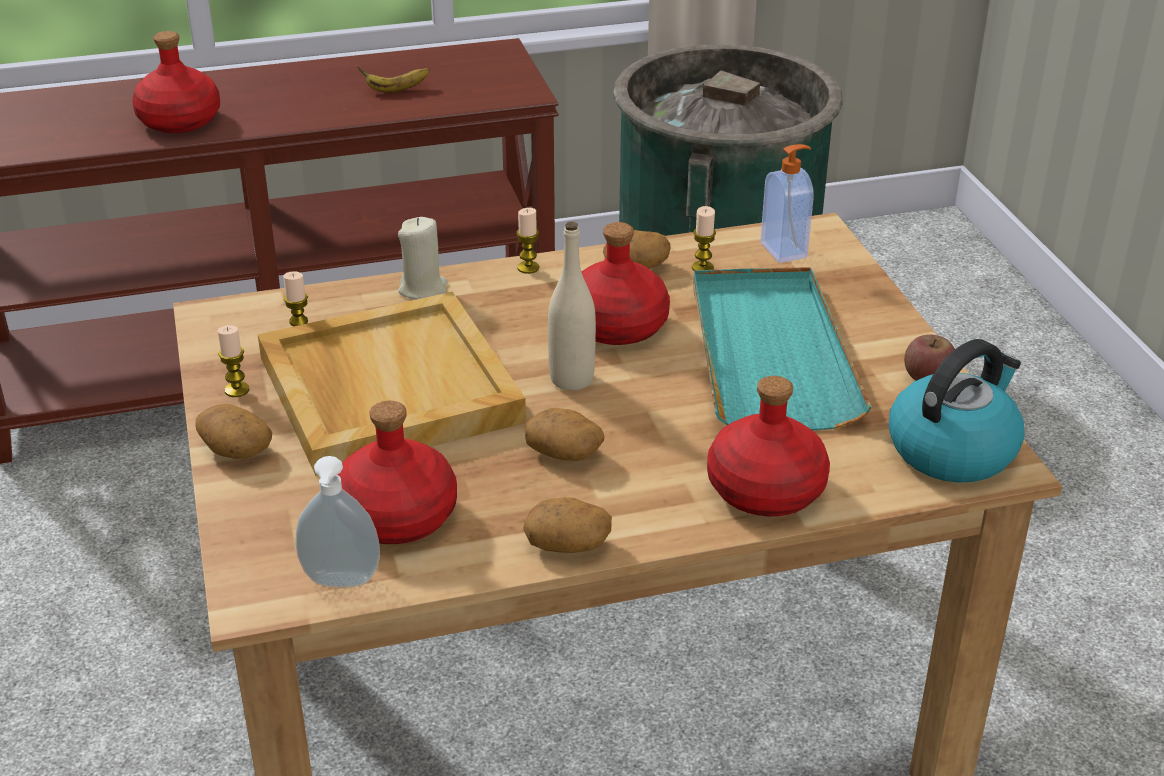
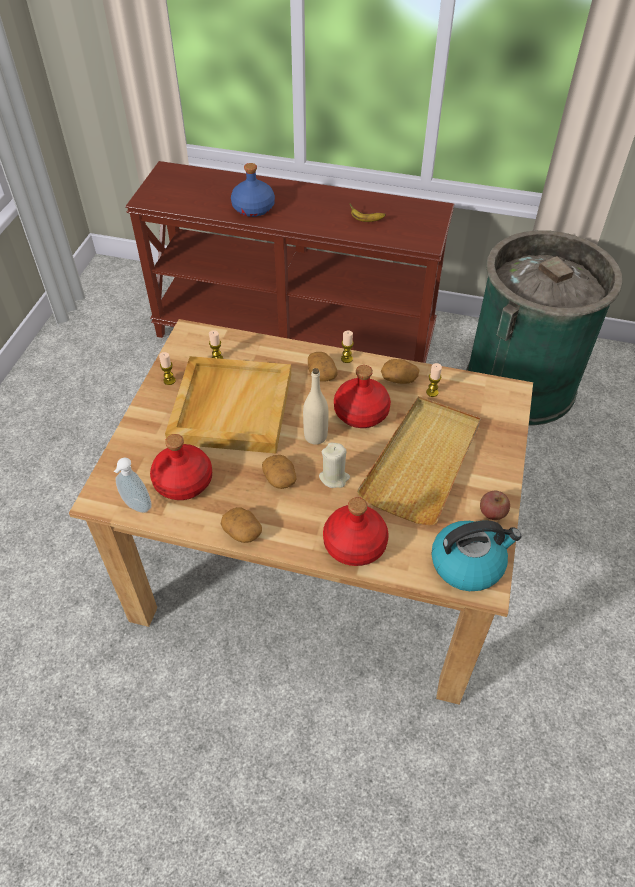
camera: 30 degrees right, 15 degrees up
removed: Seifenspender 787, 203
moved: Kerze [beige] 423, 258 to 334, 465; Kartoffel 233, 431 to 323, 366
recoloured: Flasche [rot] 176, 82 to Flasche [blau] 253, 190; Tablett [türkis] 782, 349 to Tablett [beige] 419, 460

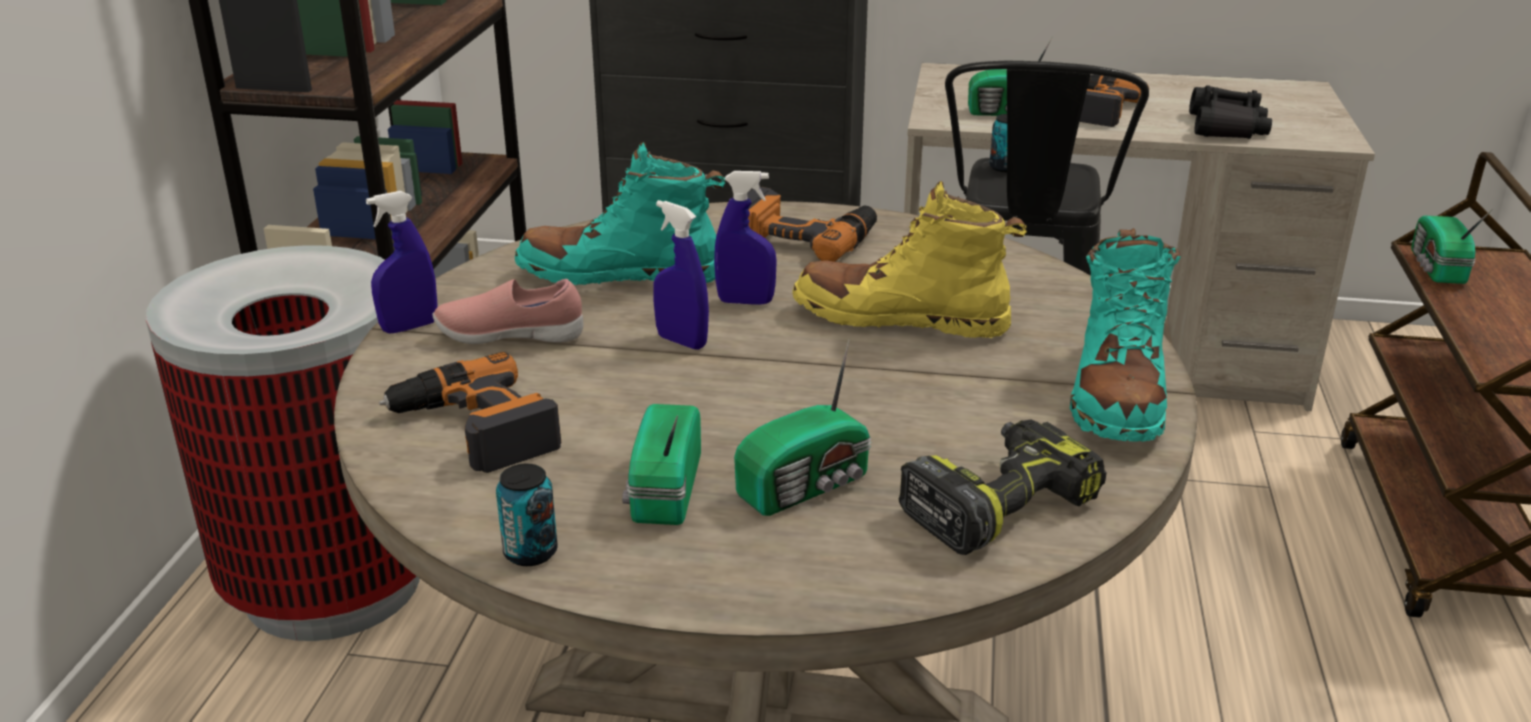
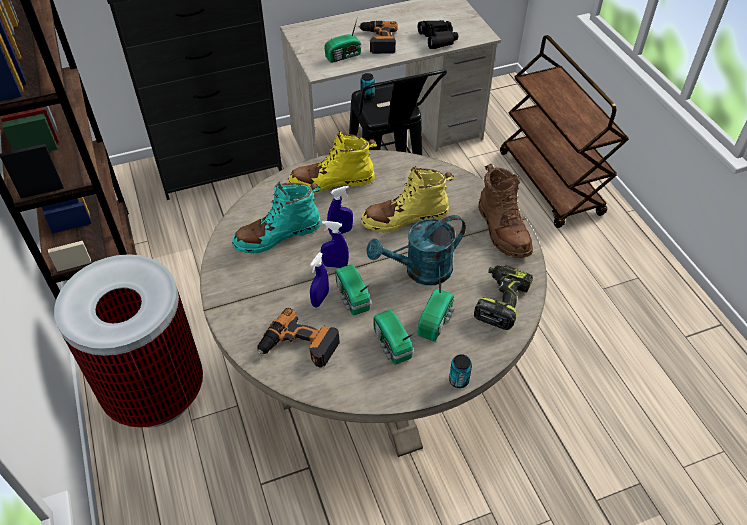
camera: 30 degrees left, 20 degrees up
removed: Schuh [rosa] 507, 311
added: Gießkanne [türkis] 416, 250
moved: Sprühflasche [blau] 402, 262 to 319, 279; Radio 1452, 246 to 353, 289; Dose 527, 515 to 460, 371
replaced: Bohrmaschine 812, 224 to Stiefel [gelb] 332, 162
recoloured: Stiefel [türkis] 1125, 334 to Stiefel [braun] 505, 210

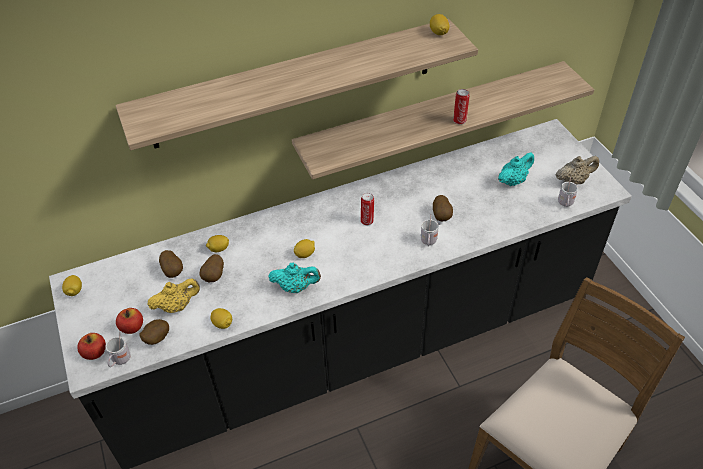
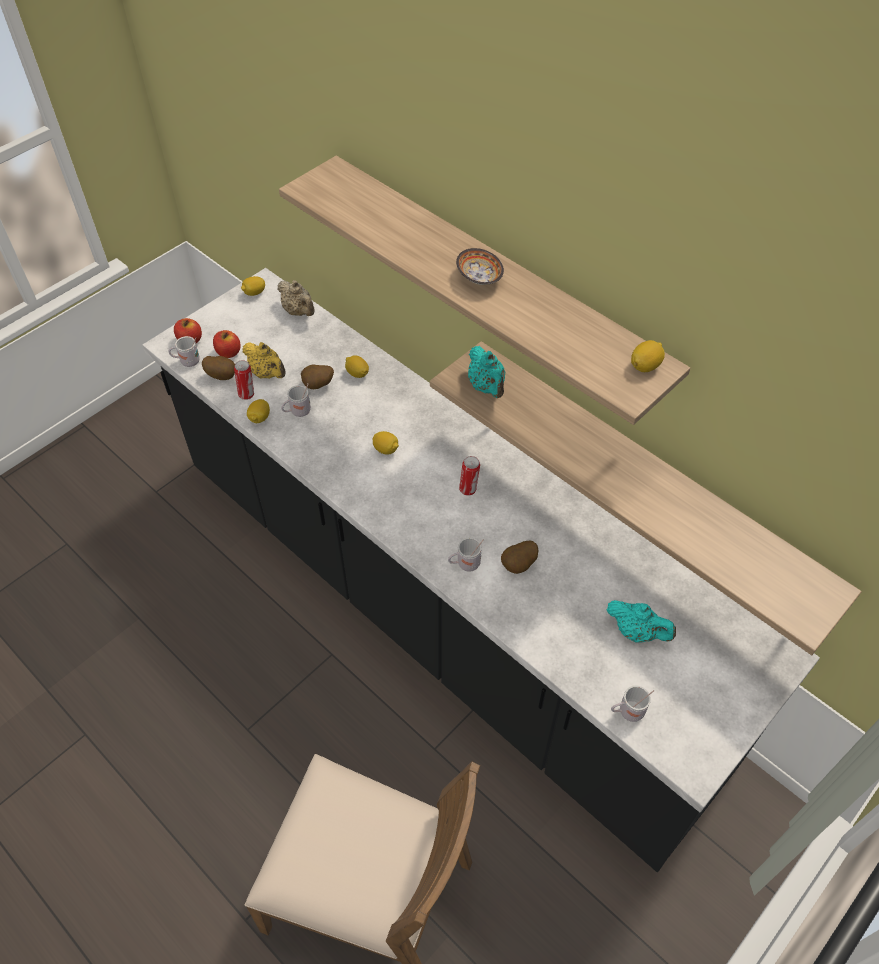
camera: 65 degrees right, 5 degrees up
removed: Kartoffel 171, 264
added: Schüssel 480, 266; Henkelbecher [weiß] 296, 400
moved: Dose 461, 107 to 244, 380; Teekanne [beige] 577, 170 to 296, 298; Teekanne [türkis] 294, 277 to 486, 372

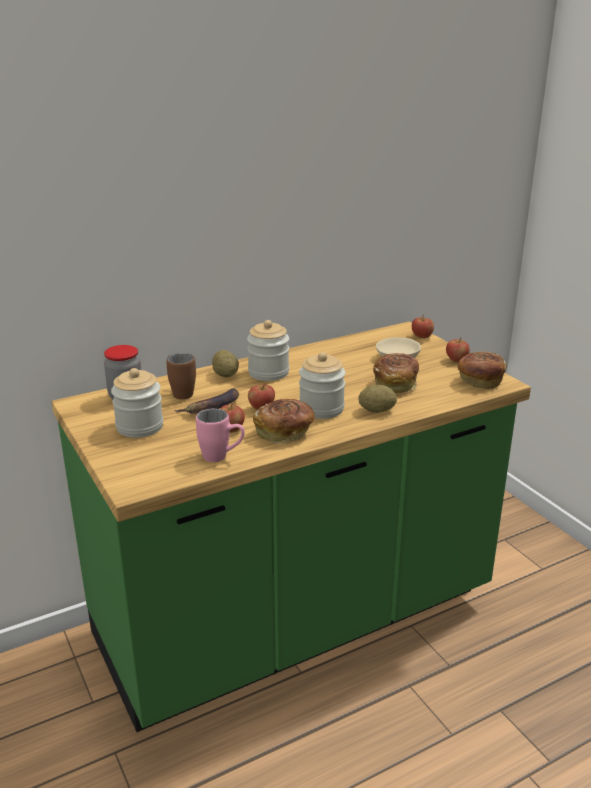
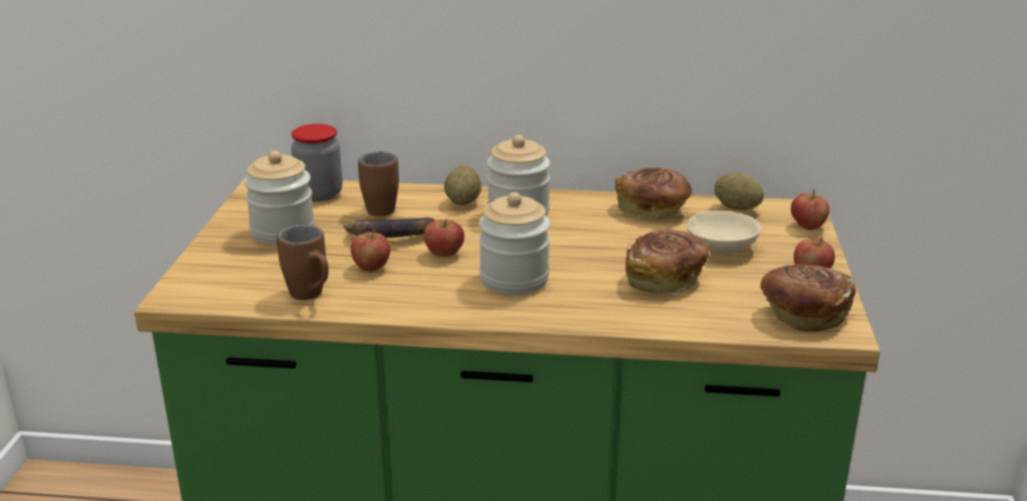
camera: 35 degrees right, 0 degrees up
moved: Kartoffel 377, 399 to 739, 191; Brot 284, 421 to 653, 193
recoloured: Henkelbecher [rosa] 220, 435 to Henkelbecher [braun] 303, 262

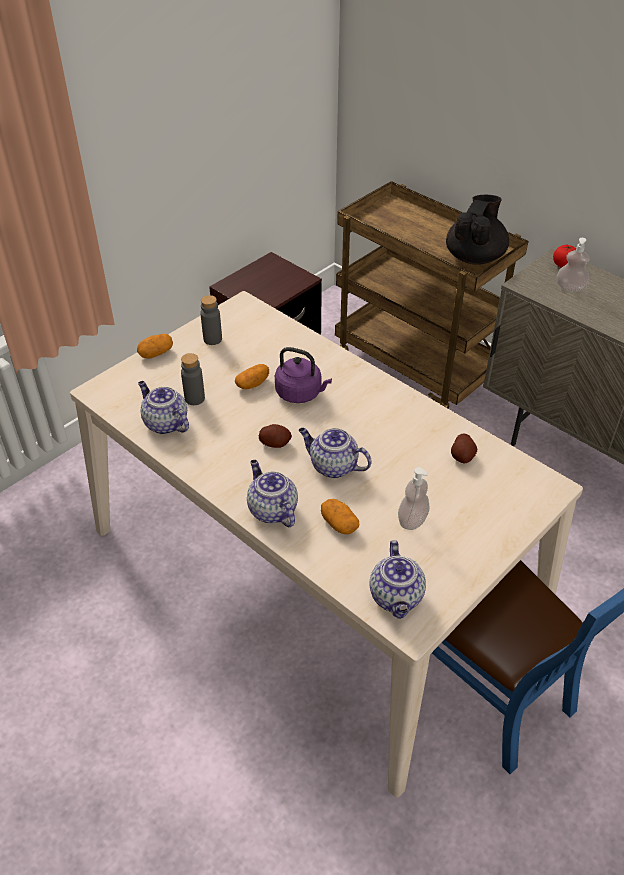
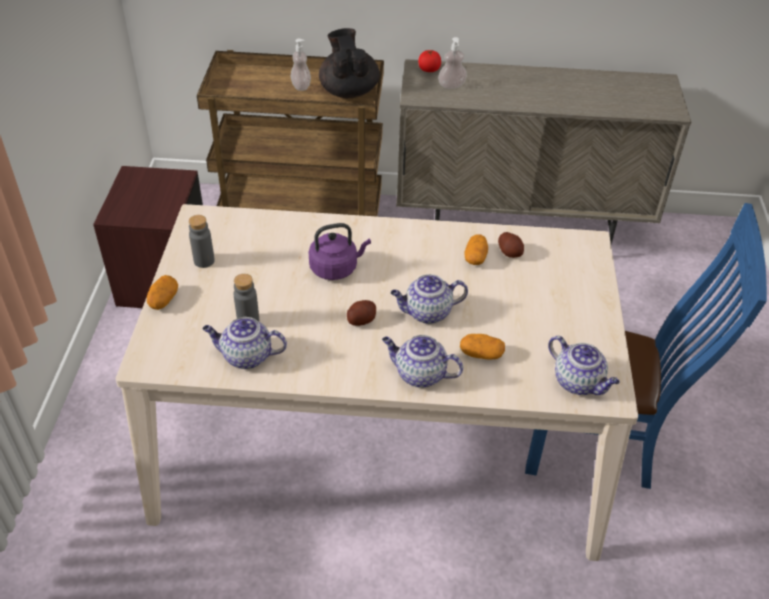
camera: 40 degrees left, 0 degrees up
moved: Kartoffel 251, 376 to 476, 249; Seifenspender 414, 498 to 301, 65

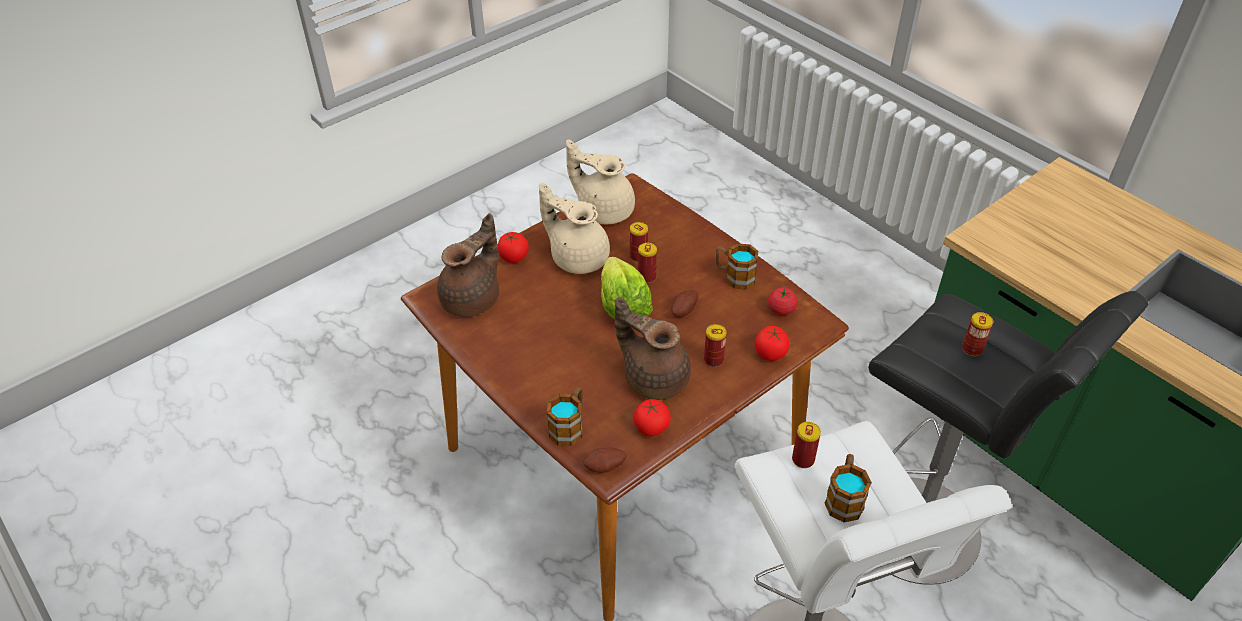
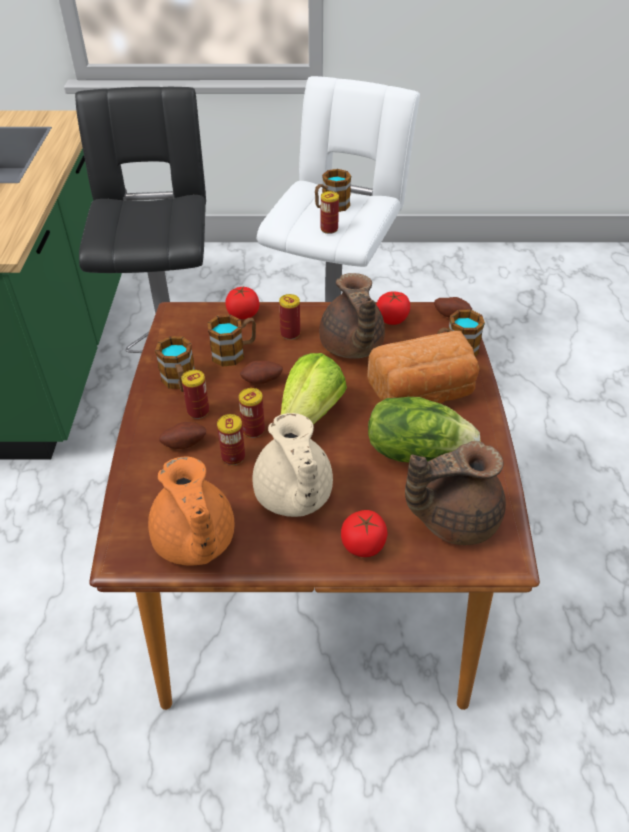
camera: 140 degrees left, 0 degrees up
removed: Tomate 783, 301
added: Henkelbecher 232, 341; Brot 423, 367; Salatkopf 424, 430; Kartoffel 182, 435
moved: Dose 977, 334 to 195, 394
recoloured: Teekanne [beige] 600, 181 to Teekanne [orange] 191, 511

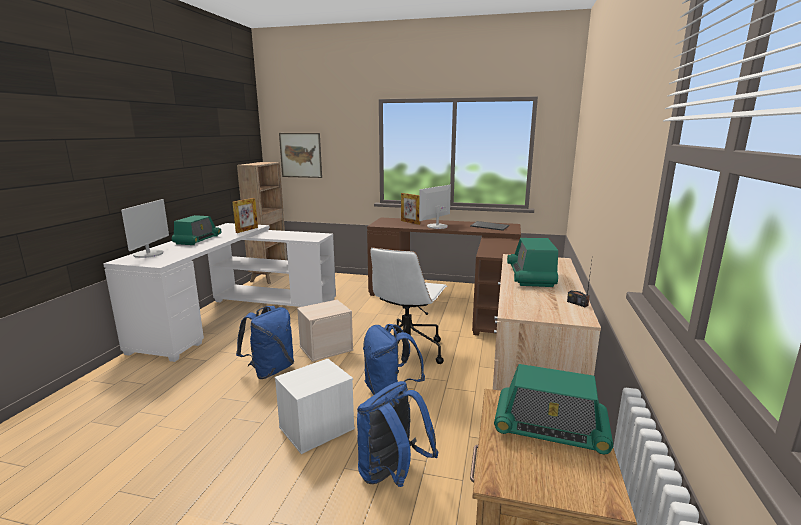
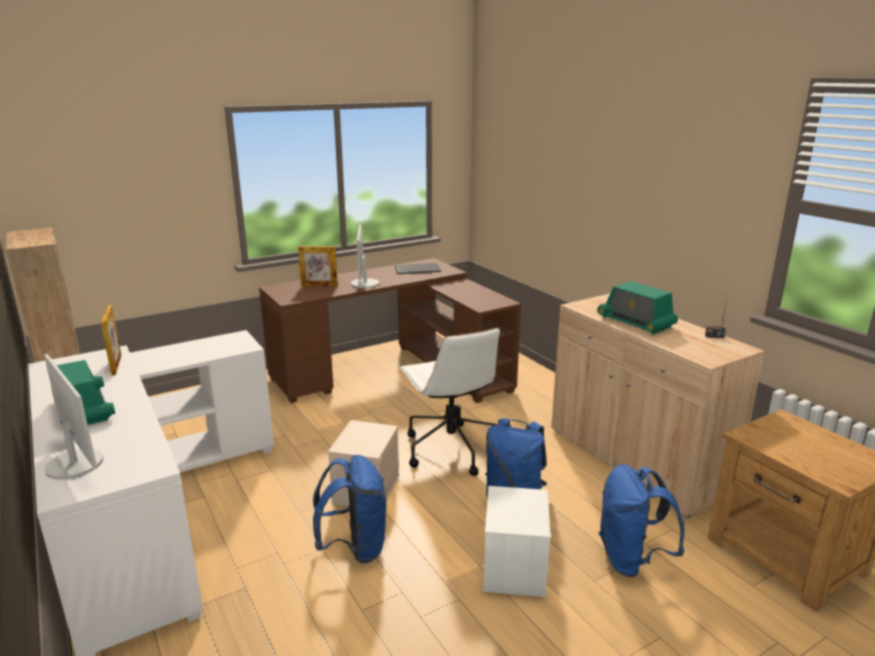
camera: 45 degrees left, 5 degrees up
removed: Bild 300, 155; Radio 553, 409

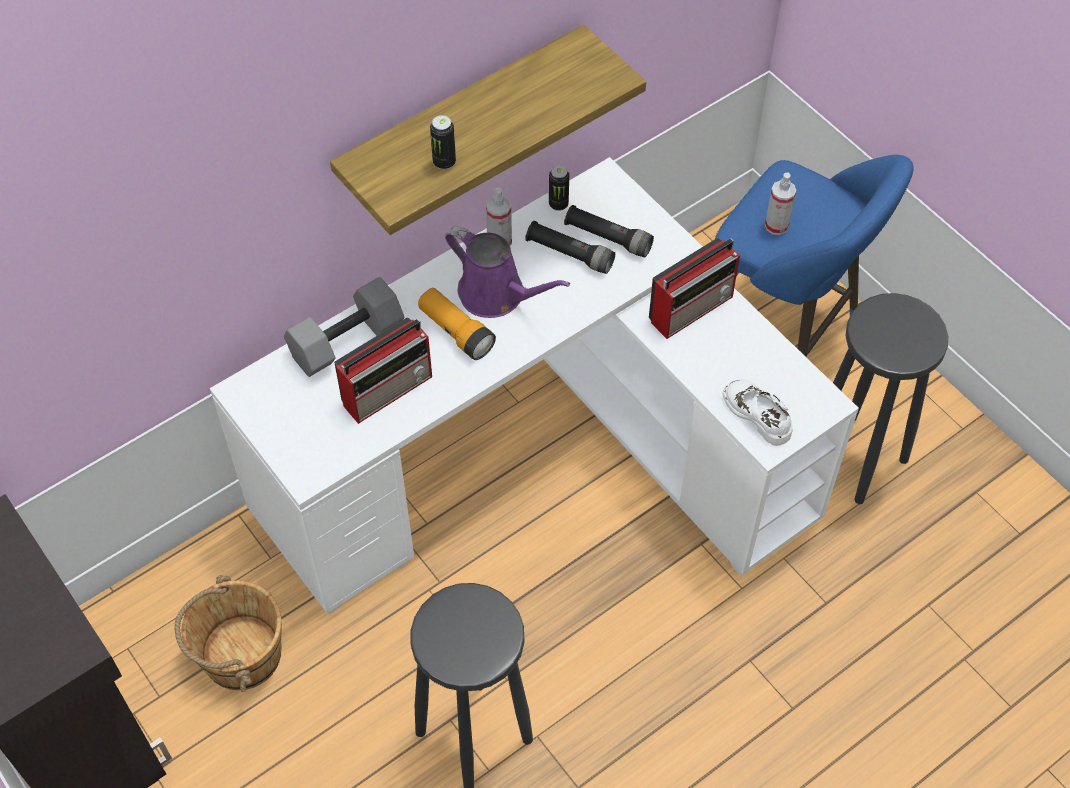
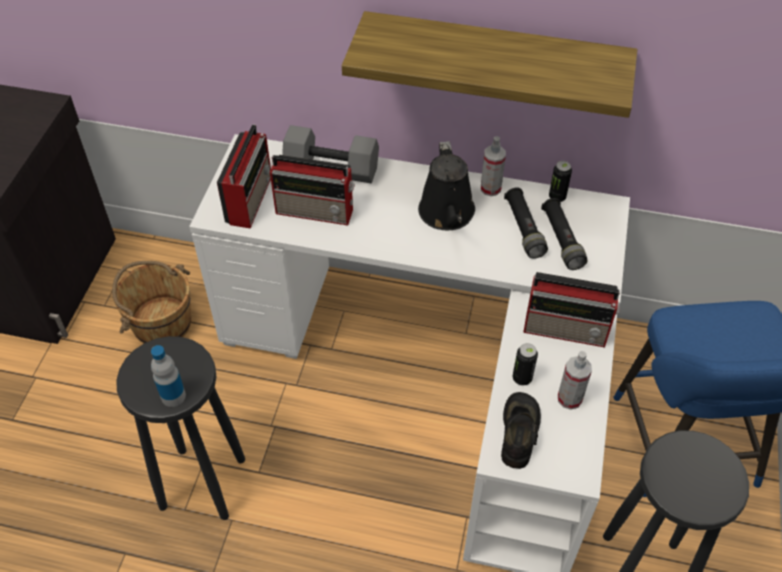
camera: 50 degrees right, 5 degrees down
removed: Taschenlampe 457, 324
added: Radio 244, 176; Flasche 168, 376
moved: Dose 443, 142 to 525, 364; Sprühflasche 780, 204 to 575, 380
recoloured: Gießkanne [lila] 507, 272 to Gießkanne [schwarz] 446, 185; Schuh [weiß] 758, 412 to Schuh [schwarz] 521, 430

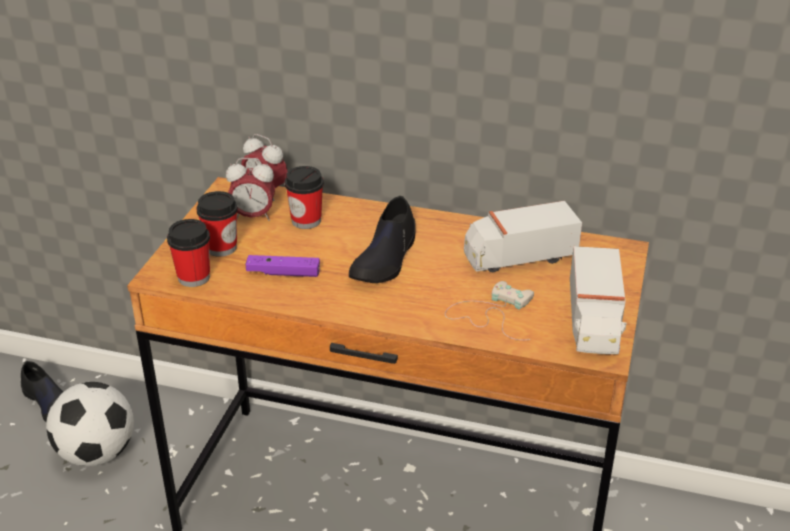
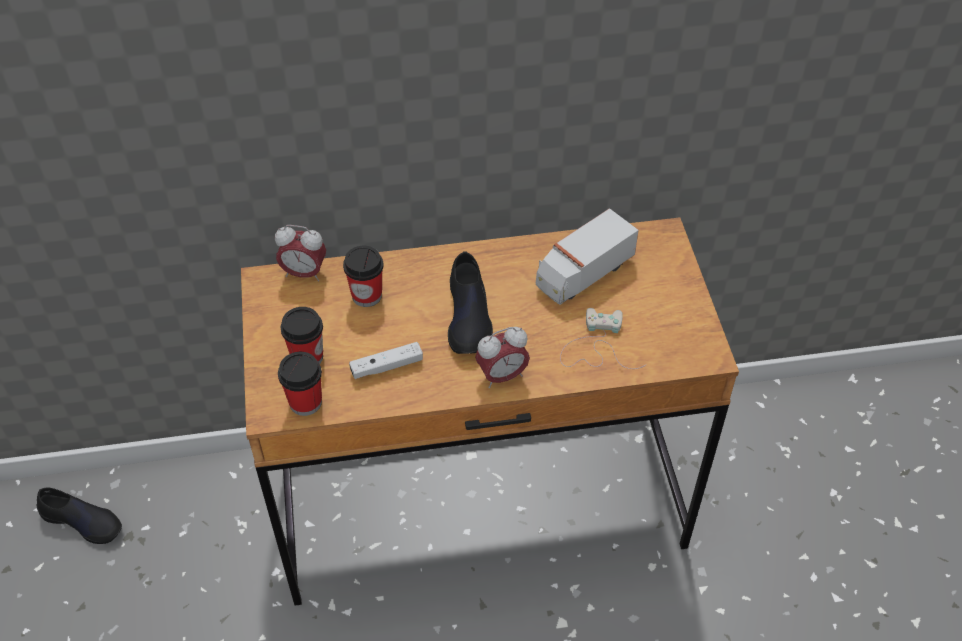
camera: 25 degrees left, 15 degrees up
removed: Spielzeuglaster 598, 300; Fußball 90, 424
moved: Wecker 250, 189 to 502, 357
recoloured: Gamepad [lila] 283, 266 to Gamepad [weiß] 386, 360

